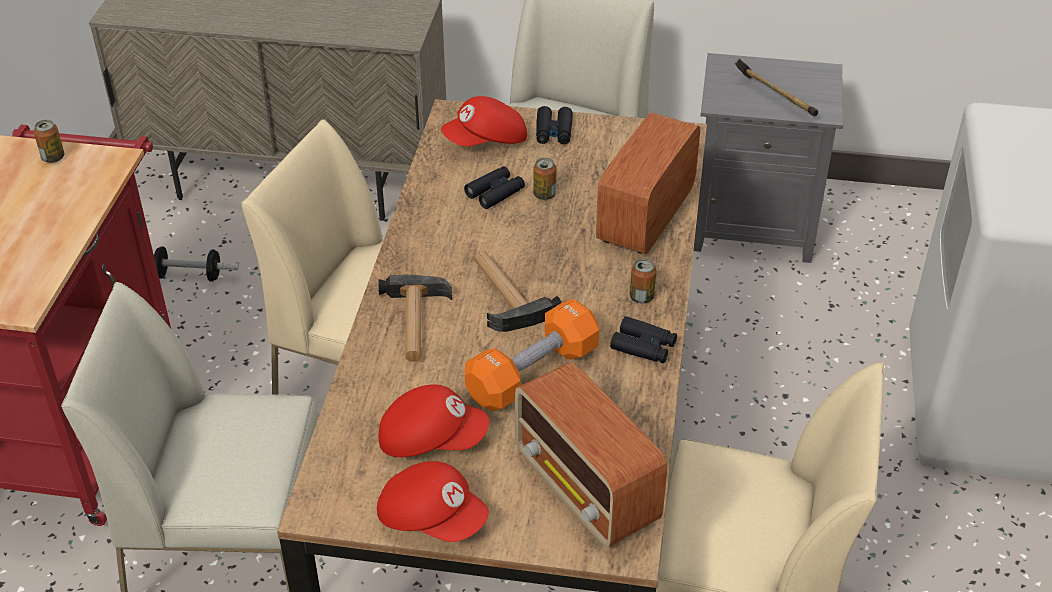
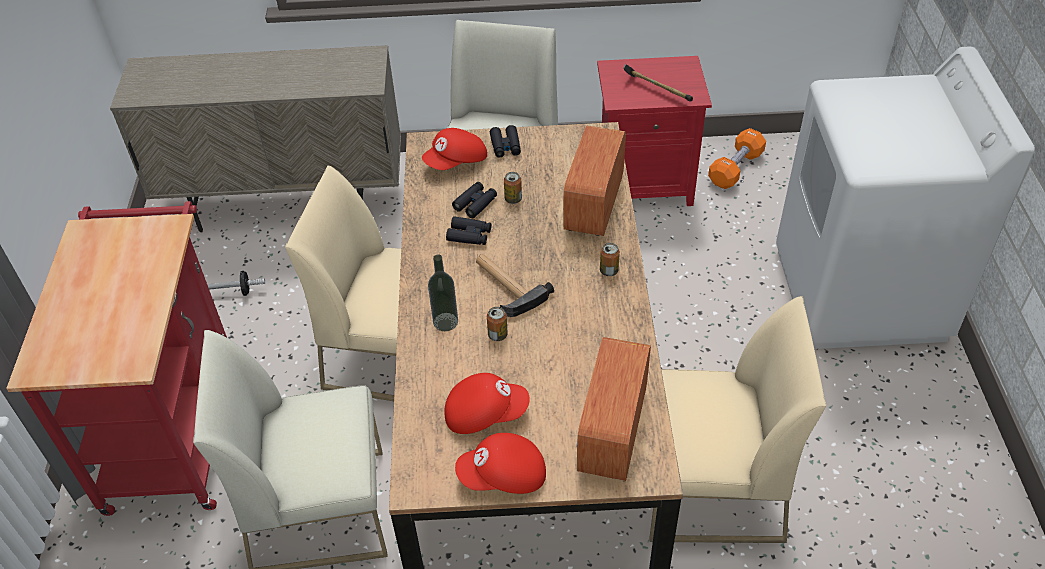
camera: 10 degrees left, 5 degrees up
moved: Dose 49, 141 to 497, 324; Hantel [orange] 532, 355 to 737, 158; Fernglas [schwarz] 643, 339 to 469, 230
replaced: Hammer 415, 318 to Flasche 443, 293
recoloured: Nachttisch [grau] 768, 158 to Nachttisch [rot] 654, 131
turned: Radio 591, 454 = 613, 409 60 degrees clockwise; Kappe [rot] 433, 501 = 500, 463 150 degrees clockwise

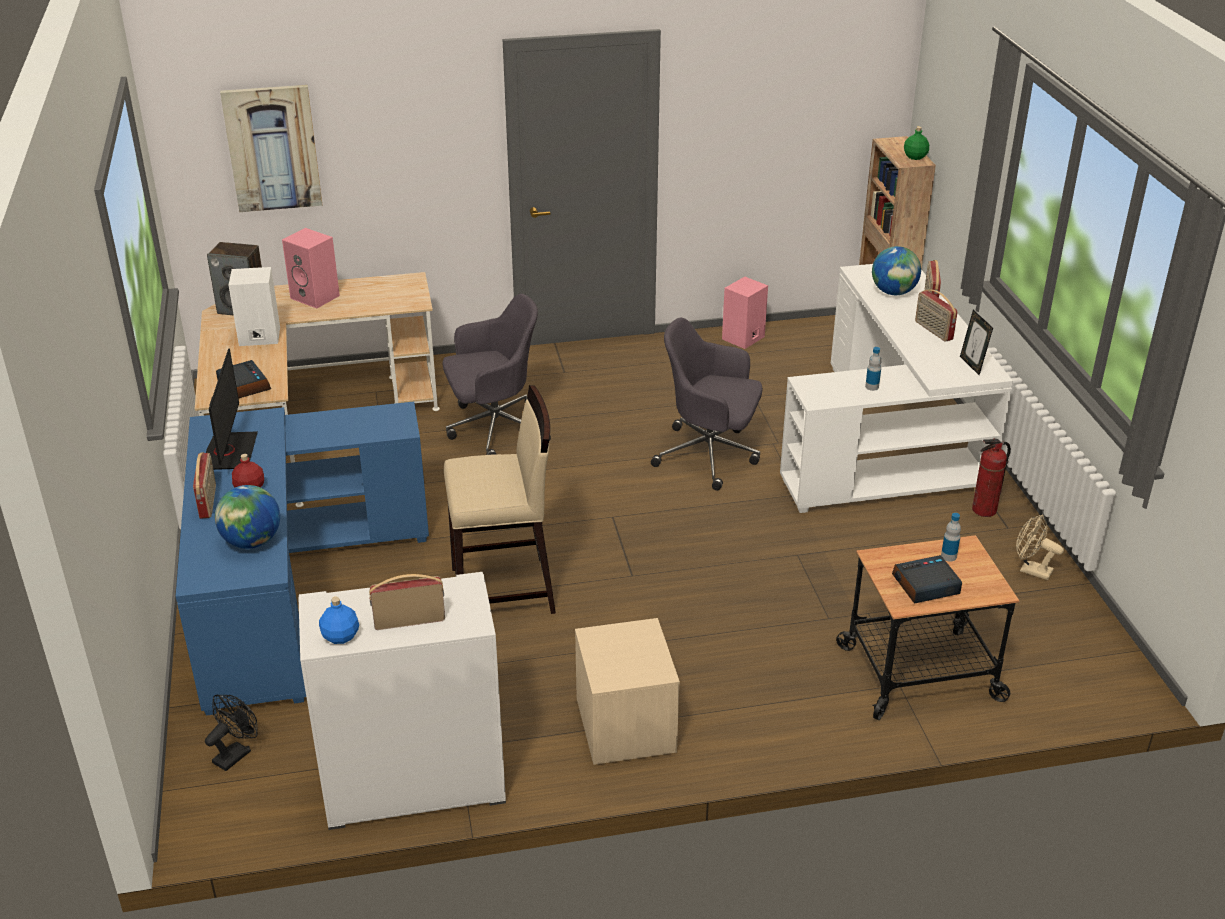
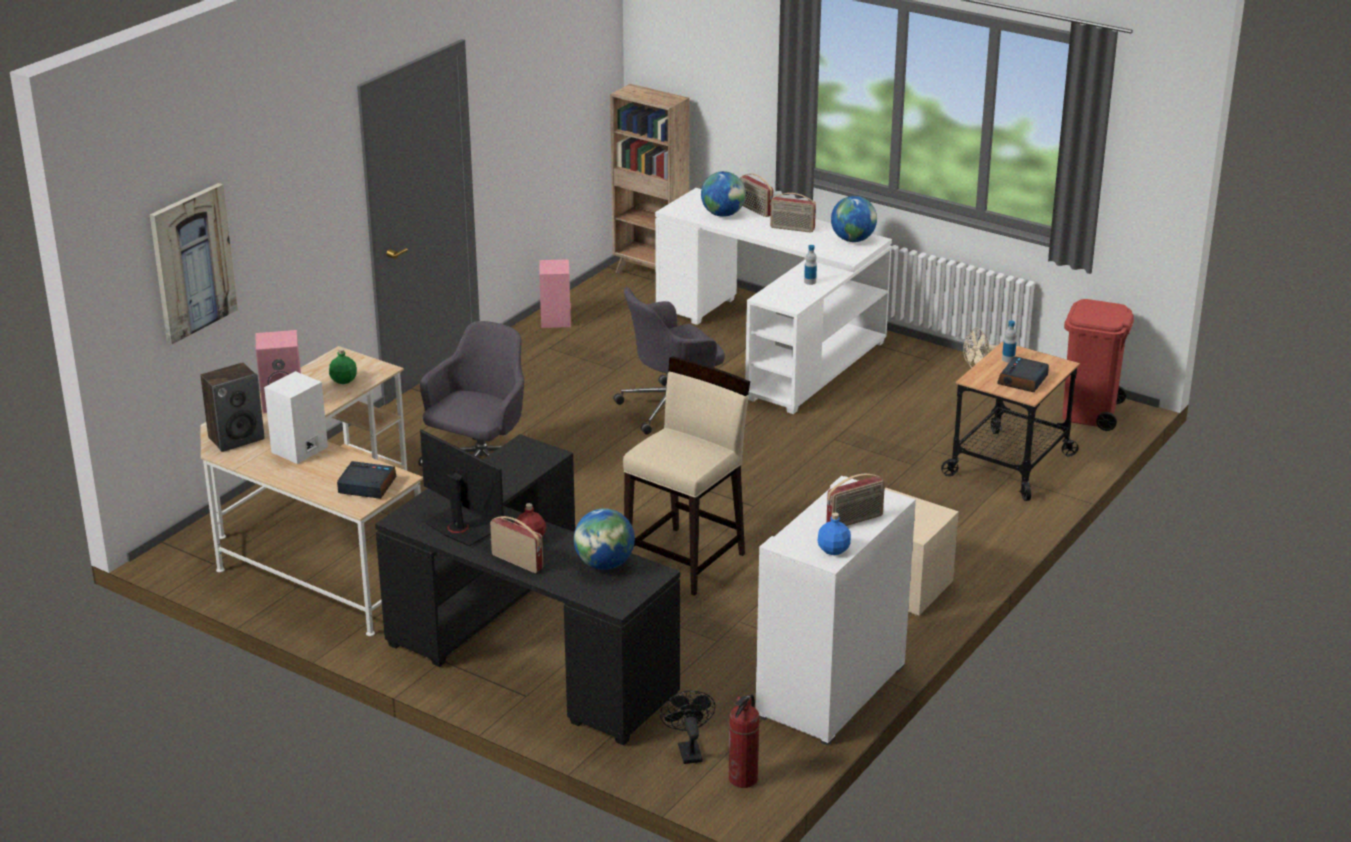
camera: 45 degrees left, 5 degrees down
added: Mülleimer [rot] 1098, 365
moved: Flasche [grün] 916, 143 to 343, 366; Feuerlöscher 991, 478 to 744, 741
replaced: Bilderrahmen 976, 342 to Globus 854, 219
recoloured: Schreibtisch [blau] 302, 559 to Schreibtisch [schwarz] 527, 589
turned: Radio 407, 602 = 855, 500 150 degrees counterclockwise

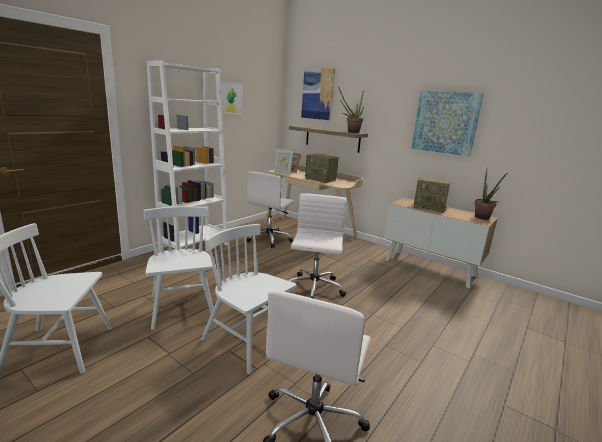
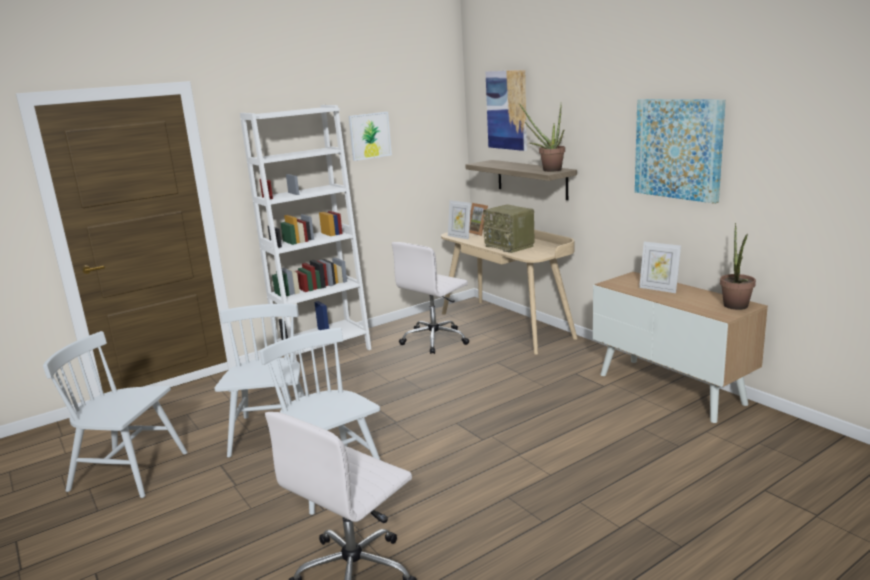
camera: 20 degrees right, 0 degrees up
removed: Bürostuhl [weiß] 317, 246
replaced: Radio 432, 194 to Bilderrahmen 660, 267

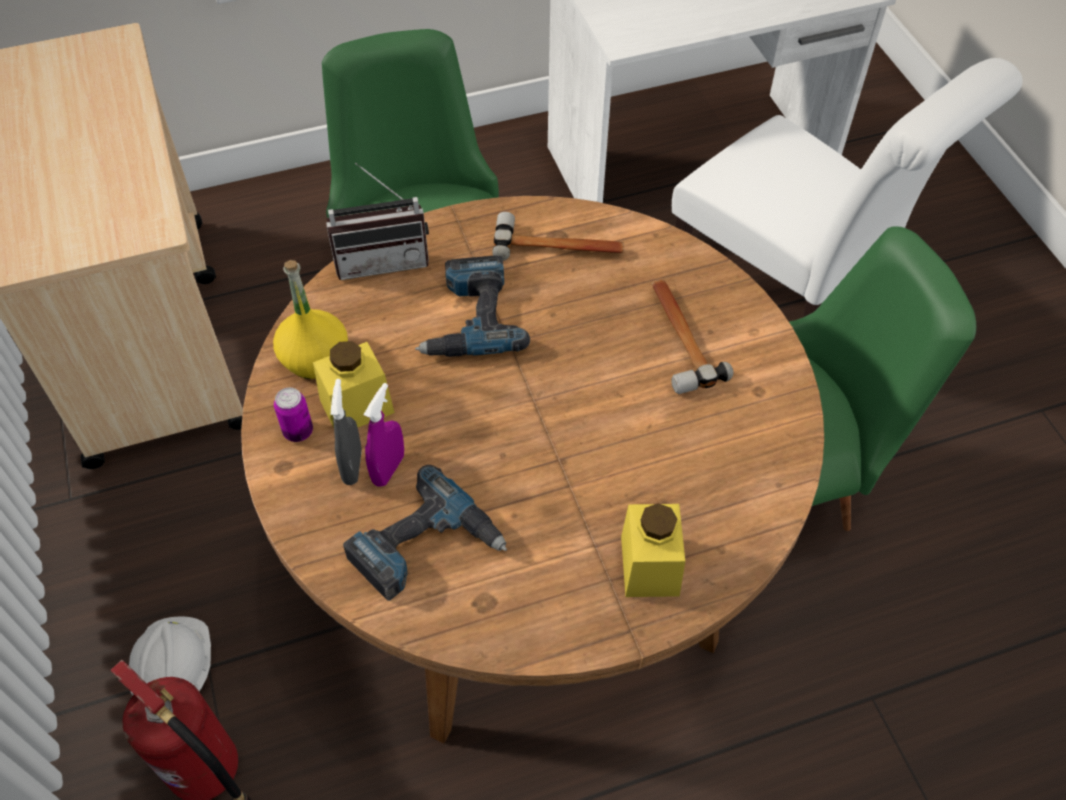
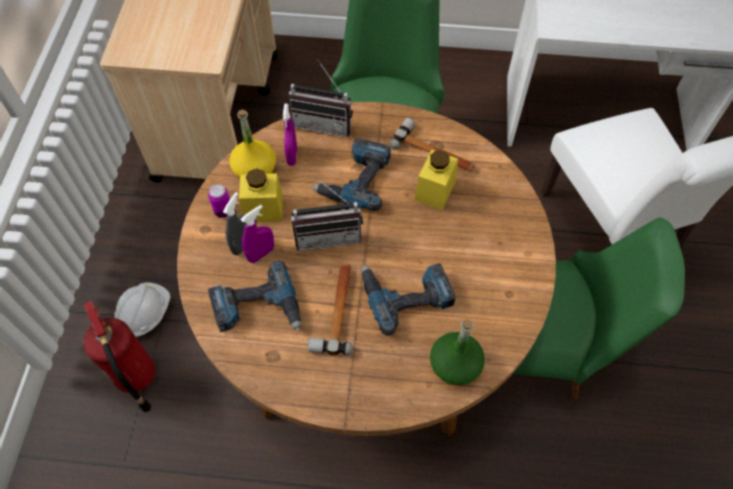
camera: 25 degrees right, 5 degrees up
added: Sprühflasche [lila] 290, 135; Radio 327, 213; Bohrmaschine 409, 299; Flasche [grün] 457, 352
moved: Hammer 692, 336 to 330, 310; Vorratsglas [gelb] 653, 550 to 436, 180

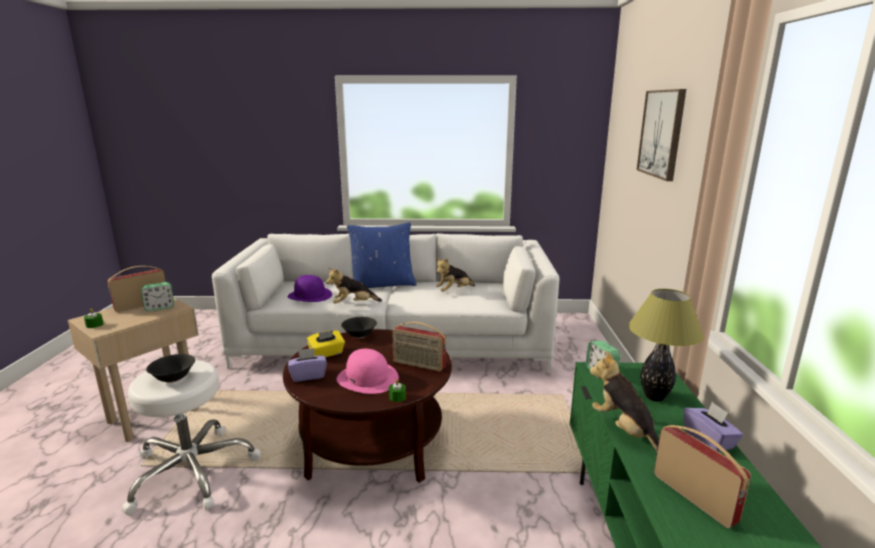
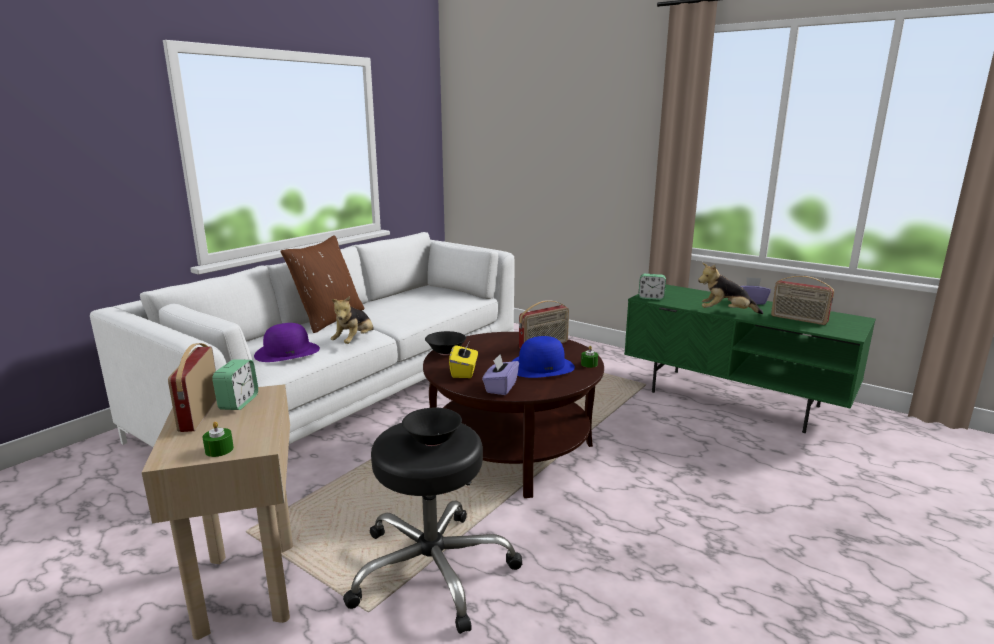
camera: 55 degrees left, 0 degrees up
removed: Bild 661, 135; Plüschtier 455, 275; Tischlampe 666, 345
recoloured: Kissen [blau] 381, 255 to Kissen [braun] 322, 284; Hut [rosa] 368, 371 to Hut [blau] 543, 357; Hocker [weiß] 191, 437 to Hocker [schwarz] 432, 528
turned: Radio 702, 476 = 802, 300 150 degrees counterclockwise

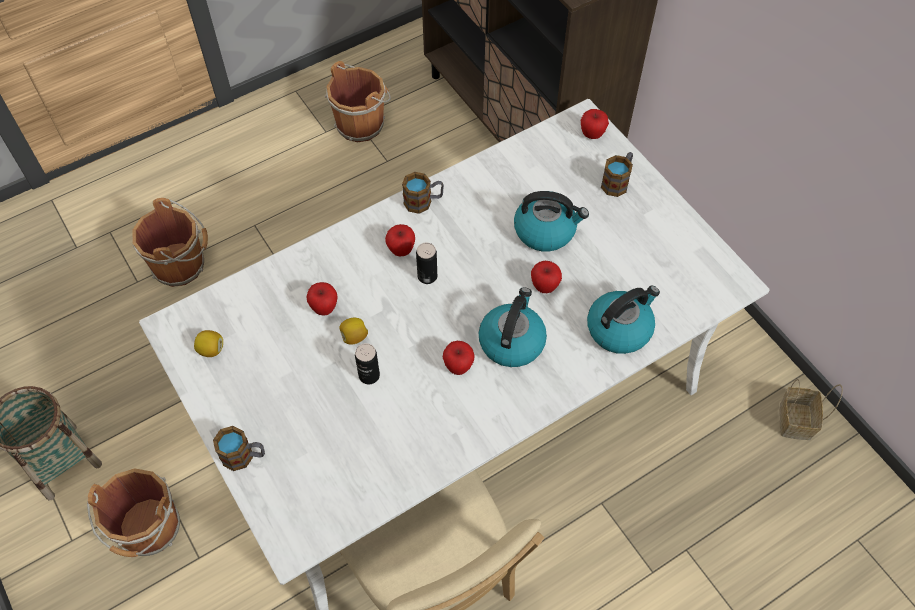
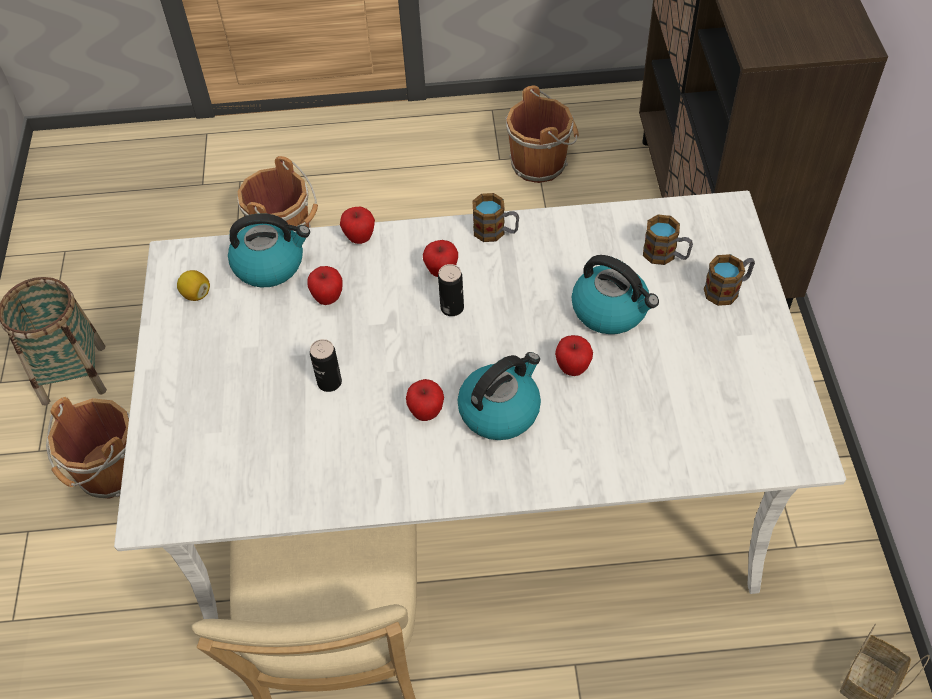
camera: 30 degrees right, 5 degrees down
removed: Zitrone 353, 331
moved: Apfel 595, 124 to 357, 225; Wasserkessel 623, 319 to 269, 250; Henkelbecher 239, 448 to 668, 240

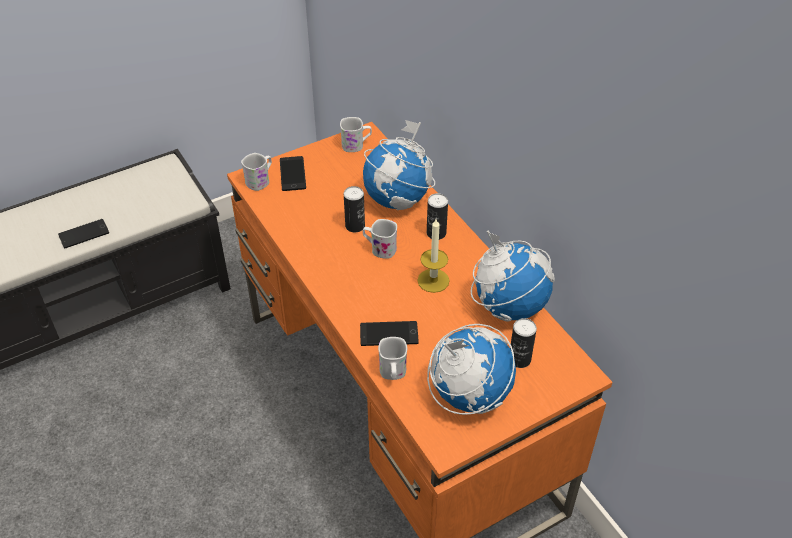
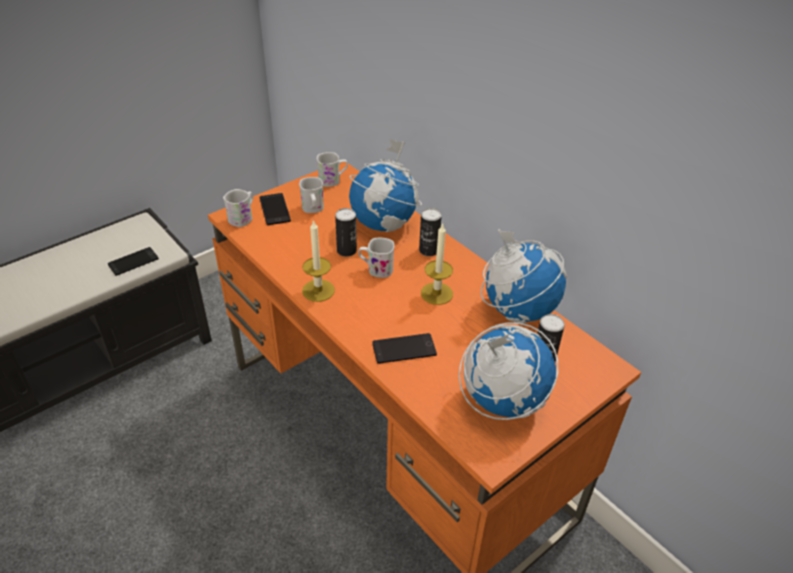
camera: 10 degrees left, 5 degrees down
added: Kerze 318, 261
moved: Handy 83, 233 to 133, 261; Henkelbecher [weiß] 392, 358 to 311, 195

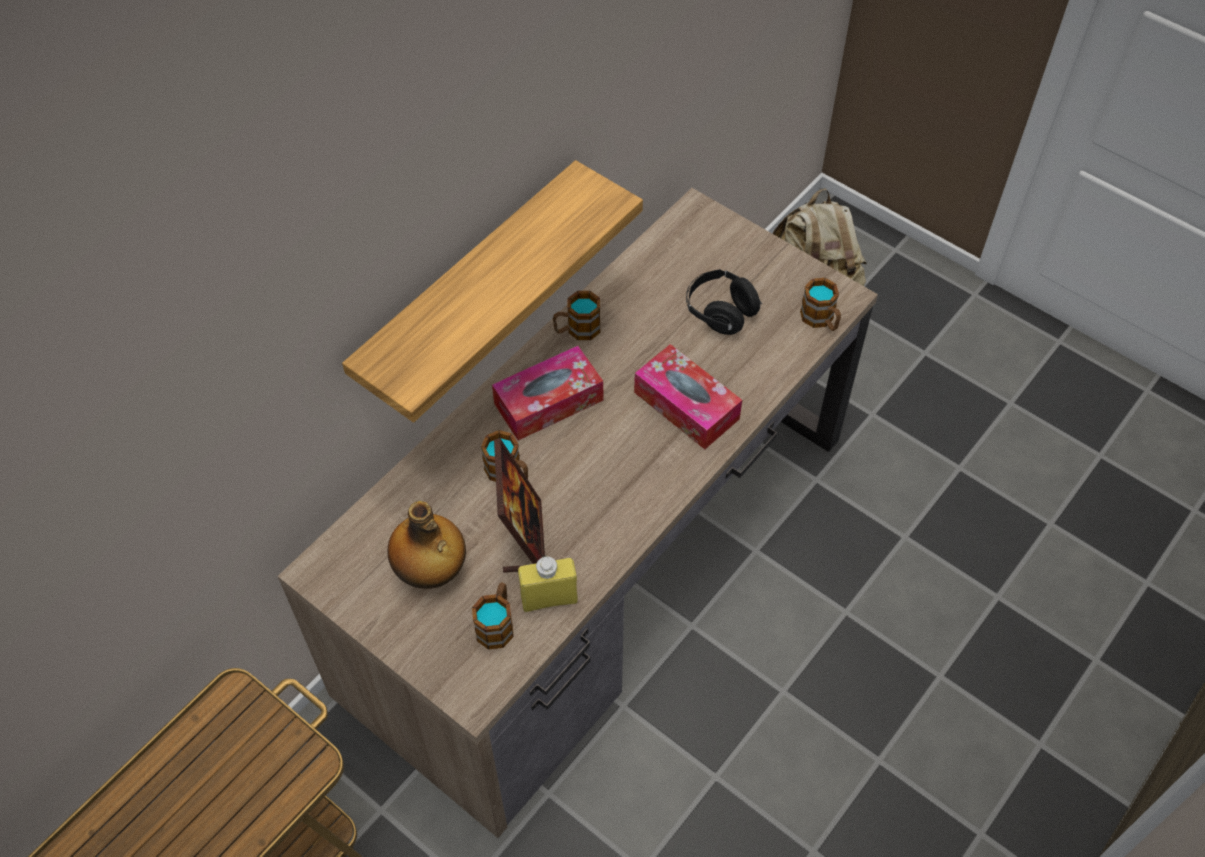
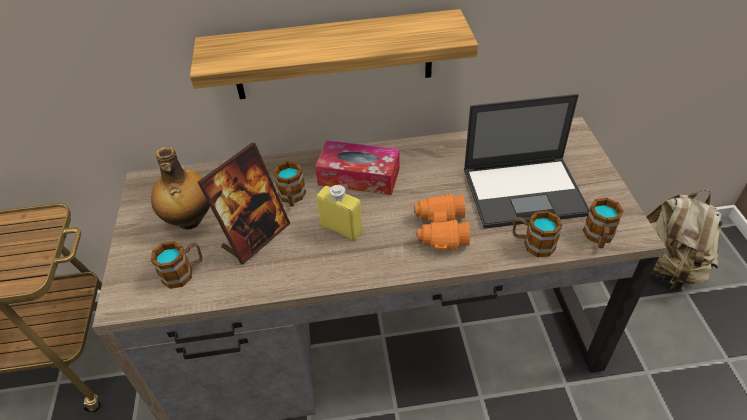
camera: 45 degrees right, 10 degrees down
moved: Henkelbecher 576, 315 to 538, 234; Flasche [gelb] 548, 583 to 339, 213
replaced: Kopfhörer [schwarz] 724, 302 to Laptop 527, 161; Taschentuchbox 688, 396 to Fernglas [orange] 442, 221

